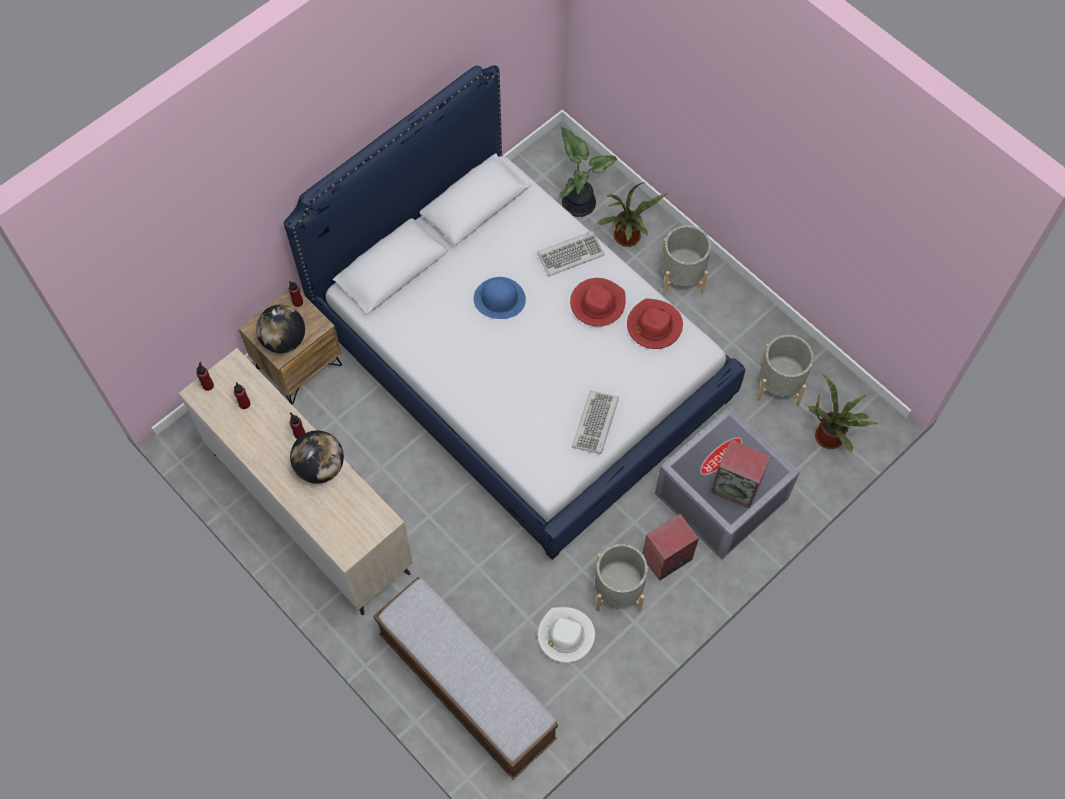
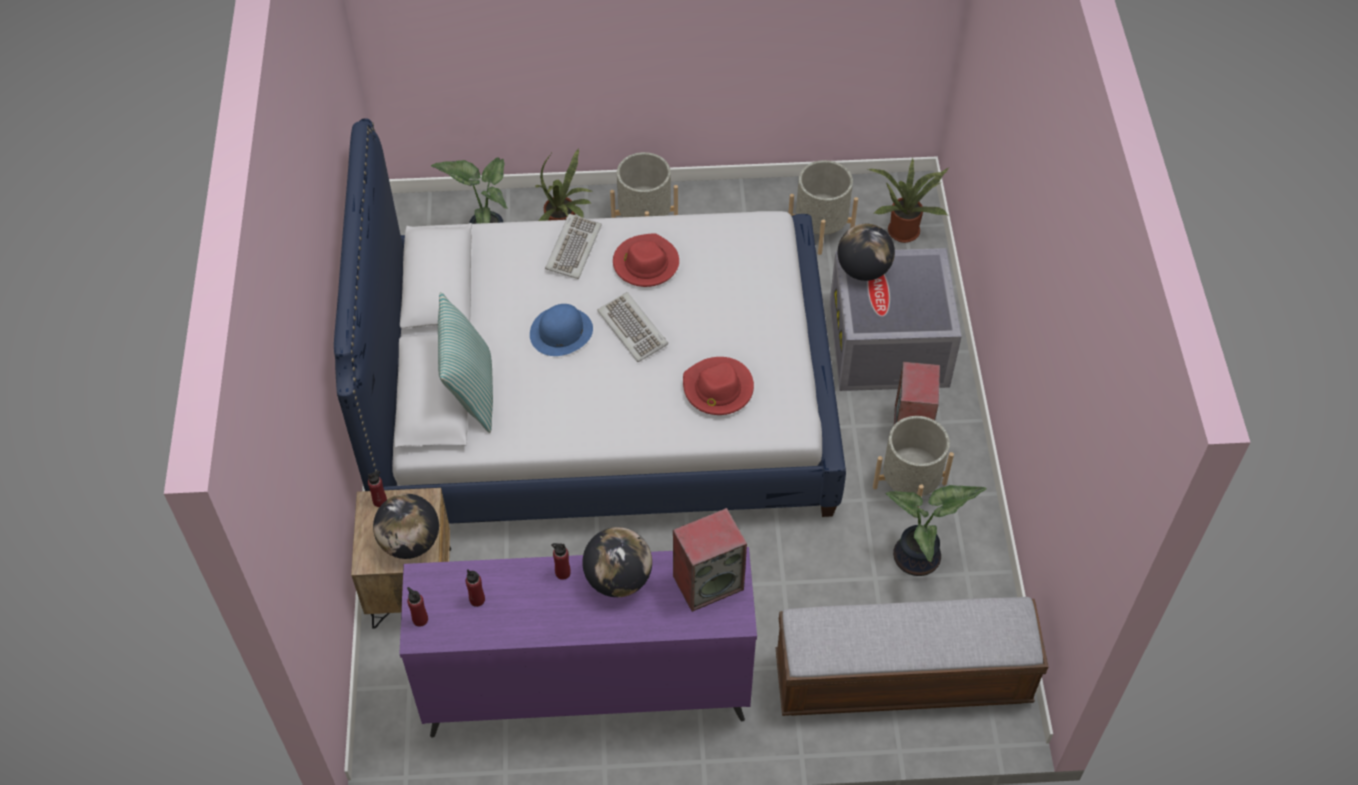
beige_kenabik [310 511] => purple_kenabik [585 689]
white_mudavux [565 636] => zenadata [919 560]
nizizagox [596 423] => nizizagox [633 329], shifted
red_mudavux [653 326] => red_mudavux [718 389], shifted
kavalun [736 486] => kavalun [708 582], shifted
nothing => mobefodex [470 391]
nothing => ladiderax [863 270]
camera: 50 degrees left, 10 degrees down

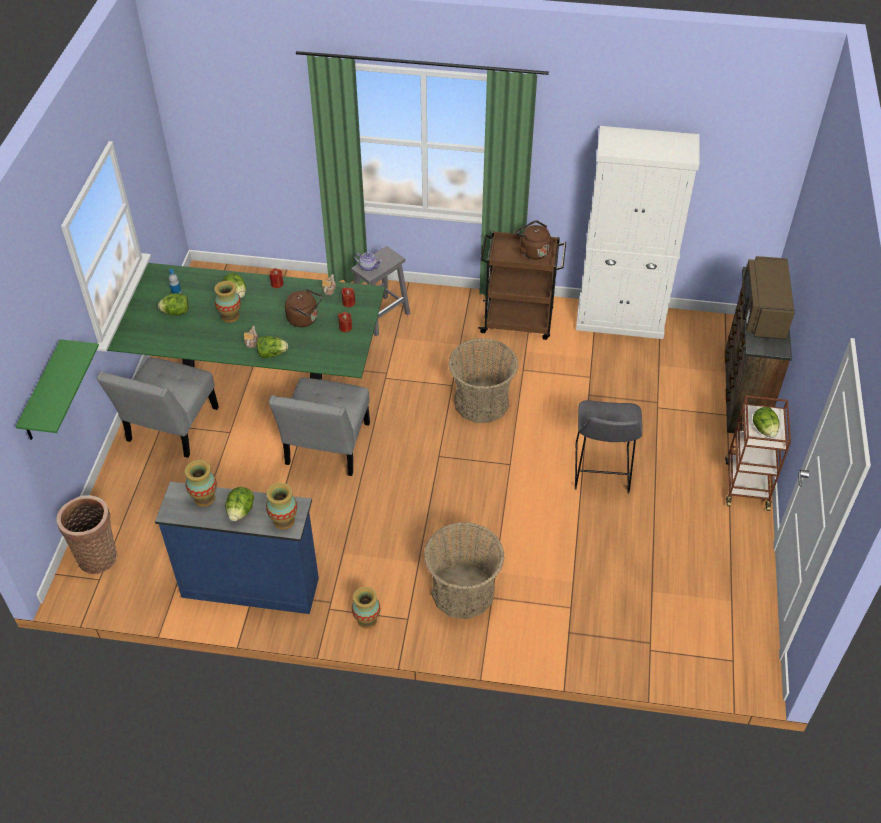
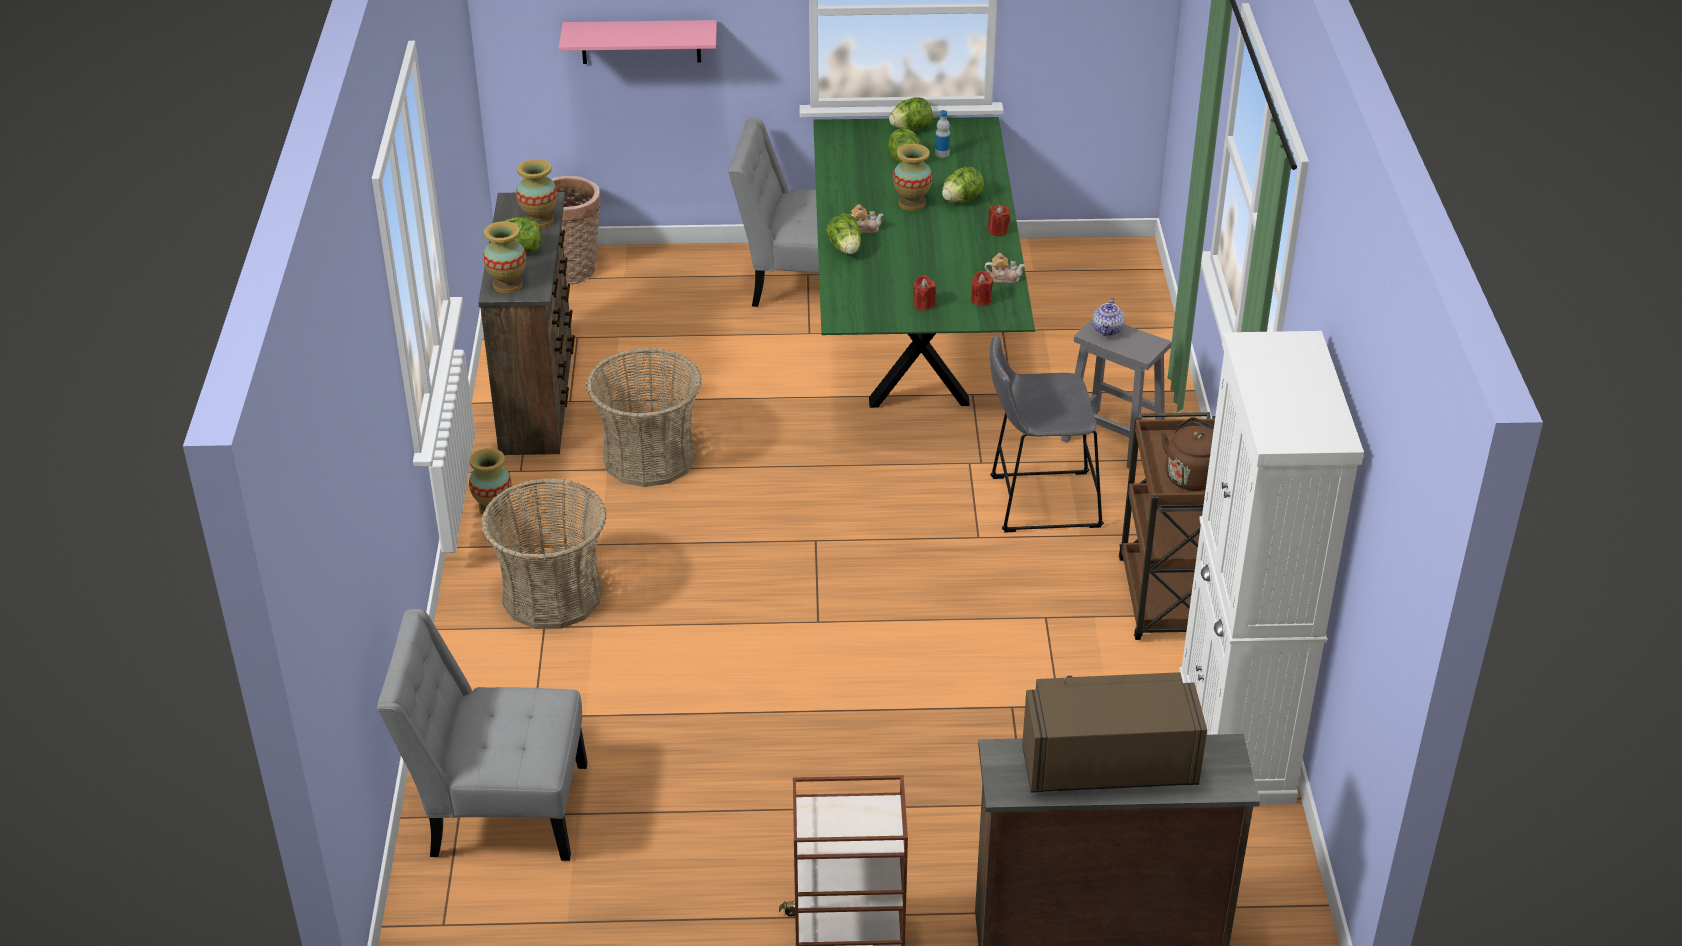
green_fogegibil [43 393] => pink_fogegibil [640 41]
blue_kenabik [250 586] => brown_kenabik [540 397]
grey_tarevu [326 448] => grey_tarevu [498 808], shifted
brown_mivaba [304 319] => nothing
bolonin [481 402] => bolonin [649 458], shifted
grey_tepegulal [601 471] => grey_tepegulal [1038 501], shifted
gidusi [764 429] => gidusi [911 129], shifted
camera: 80 degrees right, 10 degrees down

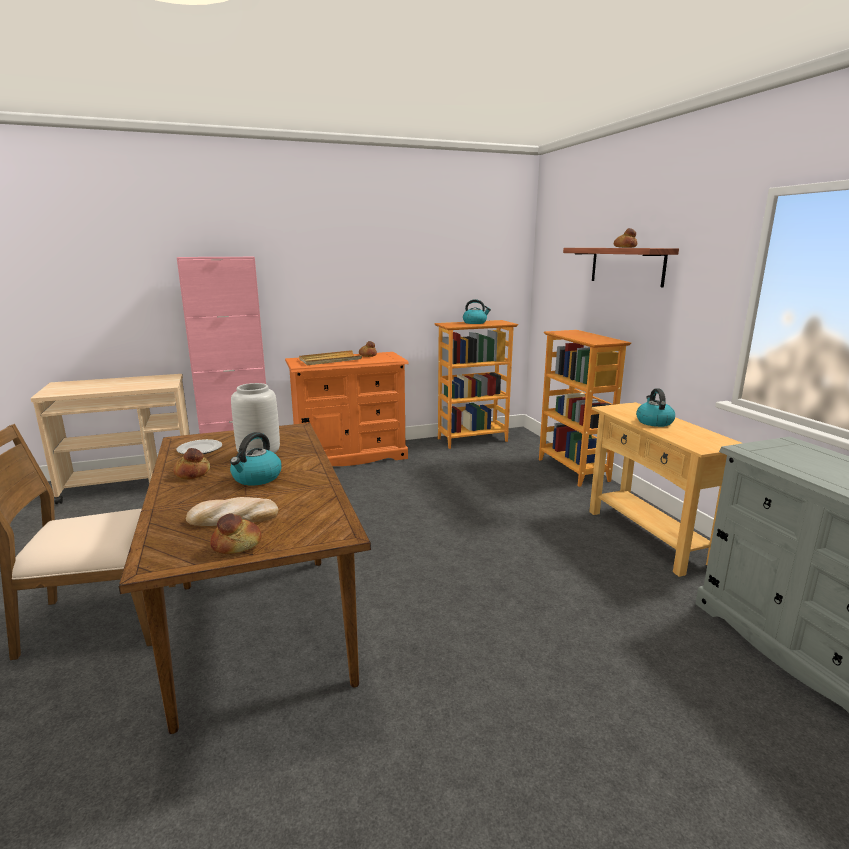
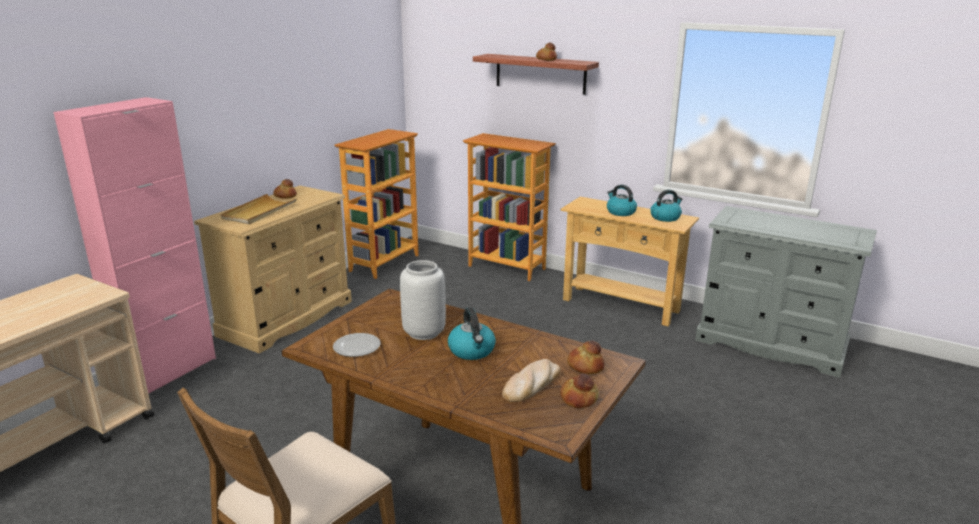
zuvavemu [193 473] => zuvavemu [585 366], shifted
orange_kenabik [350 456] => beige_kenabik [287 318]
mivaba [475 322] => mivaba [665 217], shifted
camera: 40 degrees left, 5 degrees up

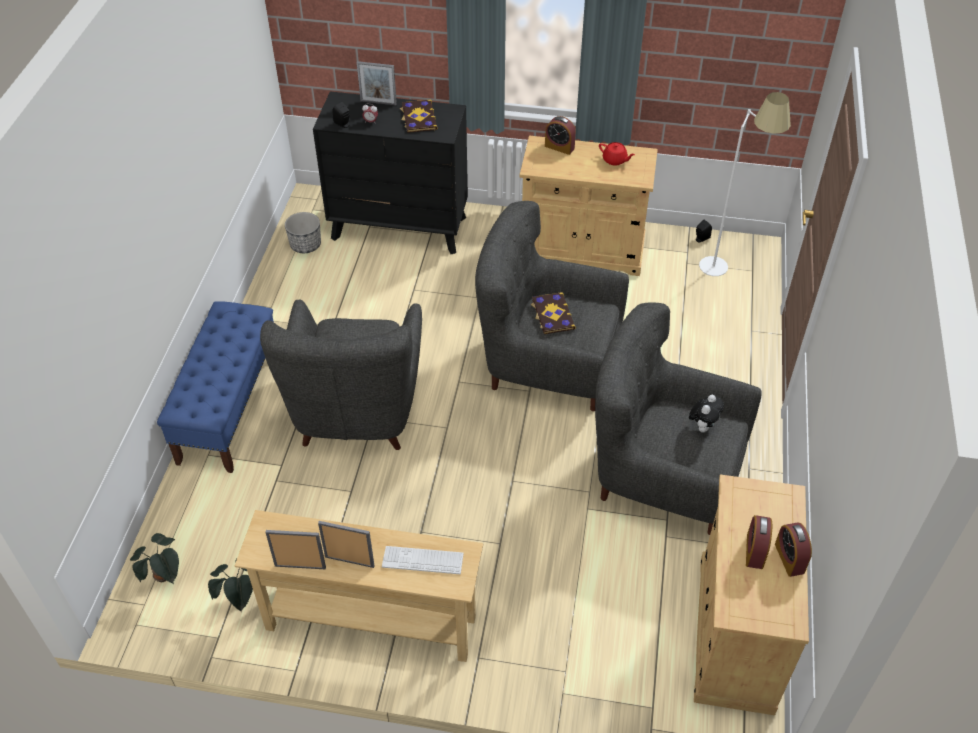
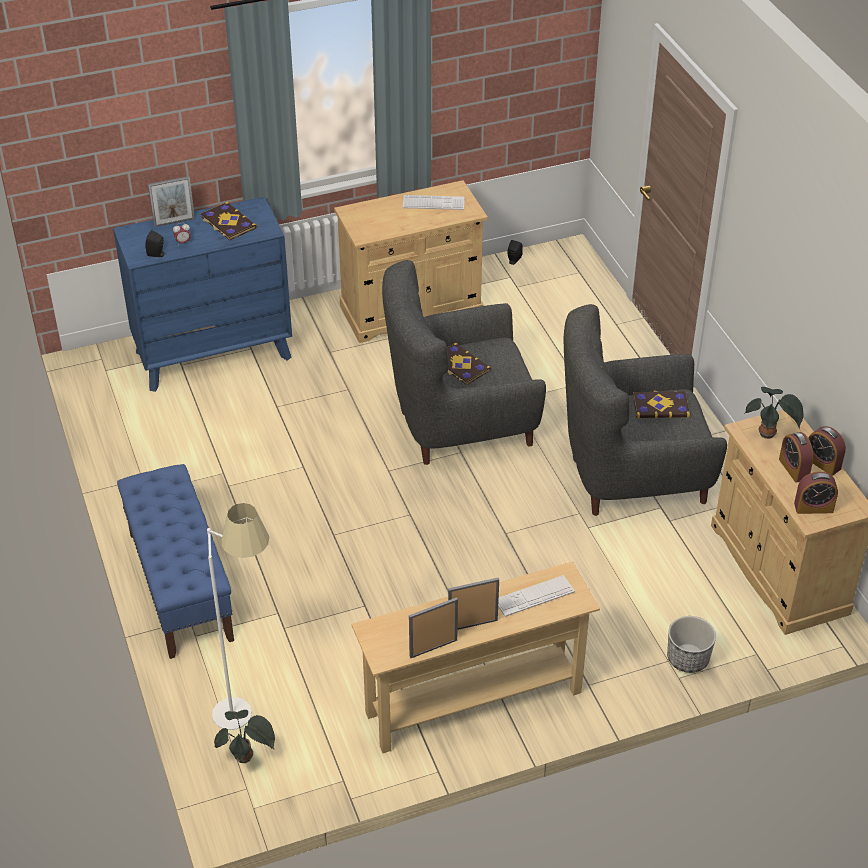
zenadata [240 600] => zenadata [769 435], shifted
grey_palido [357 410] => nothing
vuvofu [305 245] => vuvofu [687 659], shifted
black_kenabik [399 227] => blue_kenabik [213 354]
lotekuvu [559 147] => lotekuvu [813 507], shifted
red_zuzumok [615 160] => nizizagox [433 203]
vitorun [703 426] => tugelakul [660 406]
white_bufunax [727 267] => white_bufunax [249 707], shifted
camera: 30 degrees left, 5 degrees down

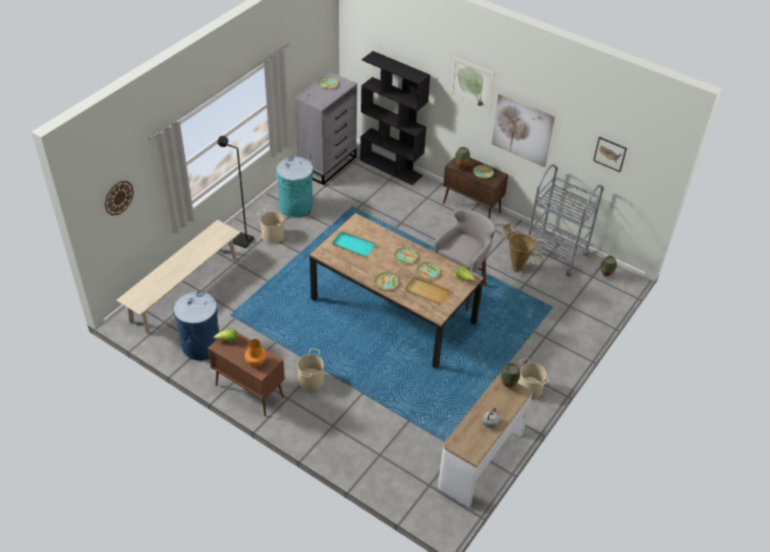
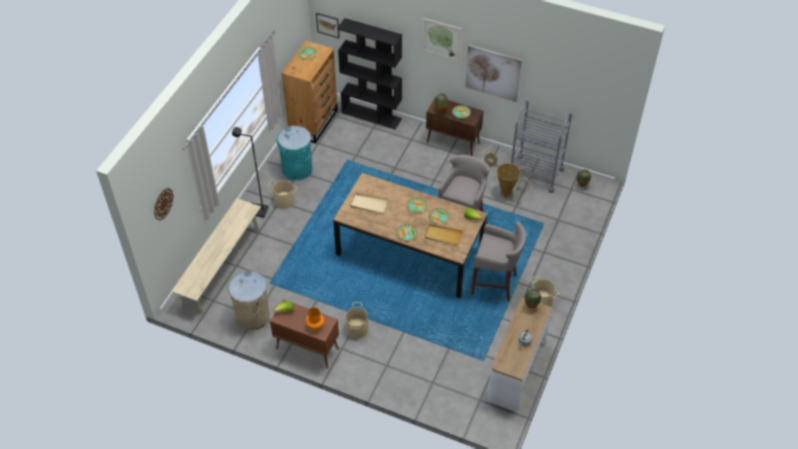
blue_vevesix [201 346] => beige_vevesix [252 316]
grey_kenabik [328 164] => brown_kenabik [314 122]
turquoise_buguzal [353 245] => beige_buguzal [368 204]
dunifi [610 154] => dunifi [328 25], shifted
nothing => grey_tepegulal [495 284]
camera: 10 degrees left, 5 degrees up

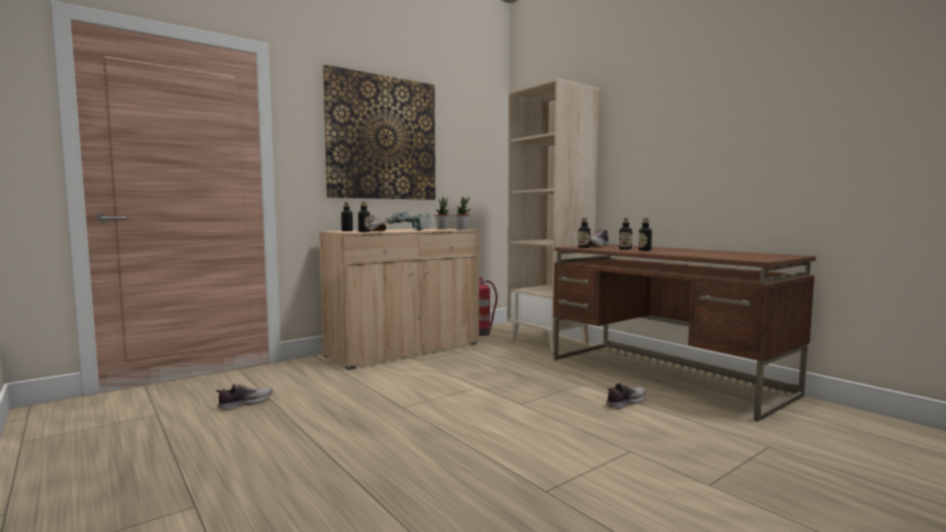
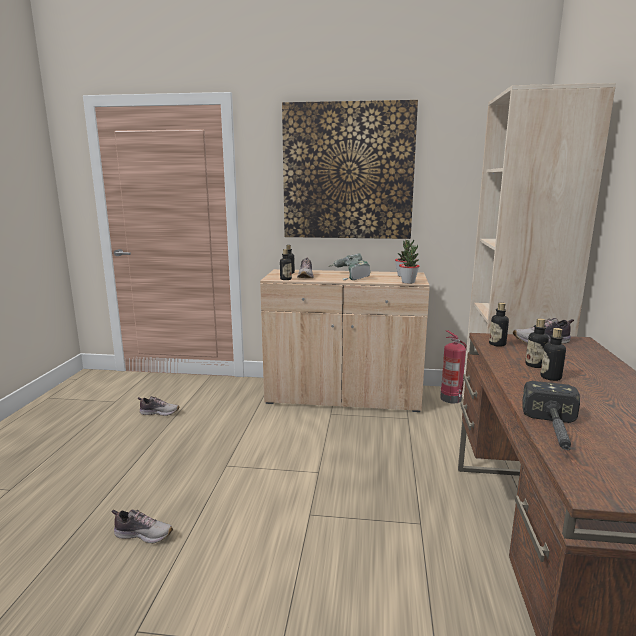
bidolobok [625 403] => bidolobok [143 534], shifted
nothing => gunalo [554 433]
camera: 45 degrees right, 10 degrees up

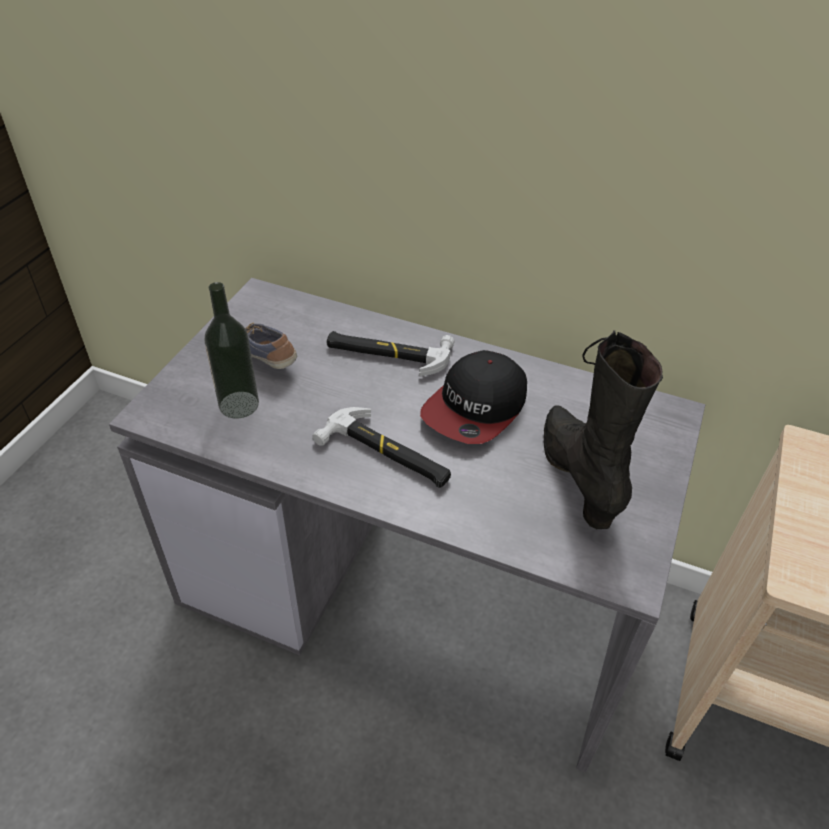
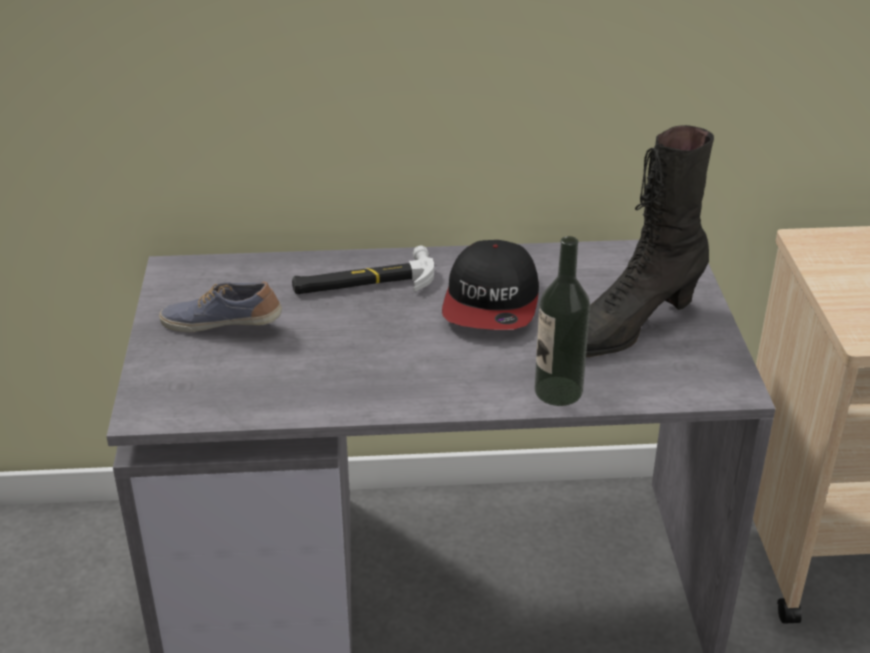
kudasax [239 404] => kudasax [558 391], shifted
gunalo [386 454] => nothing
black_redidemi [578 476] => black_redidemi [629 327], 90 degrees counterclockwise
camera: 25 degrees left, 10 degrees down

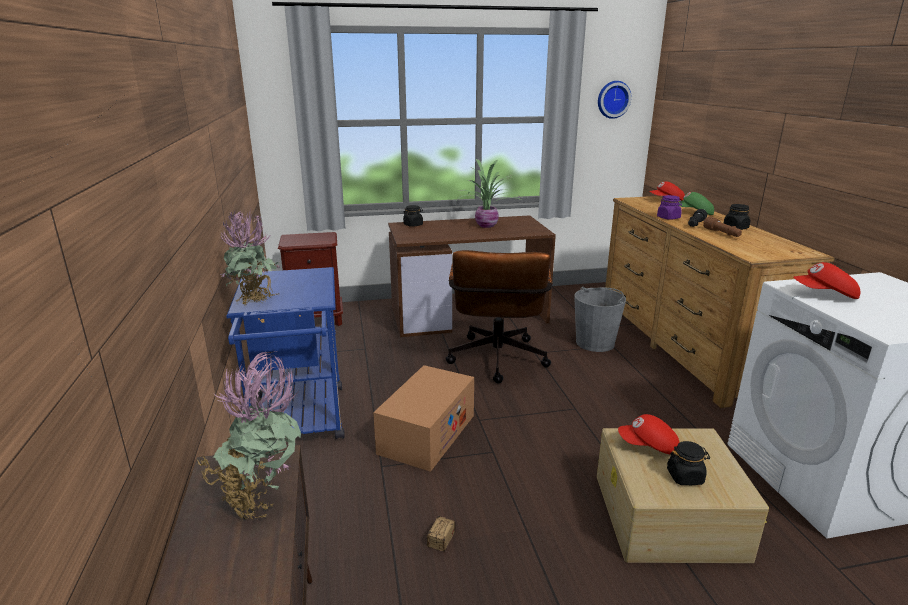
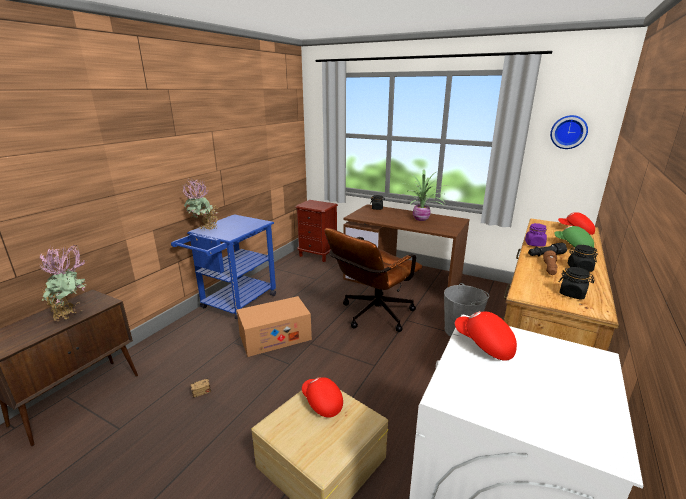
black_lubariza [685 477] => black_lubariza [572 294], shifted
camera: 40 degrees right, 0 degrees up

